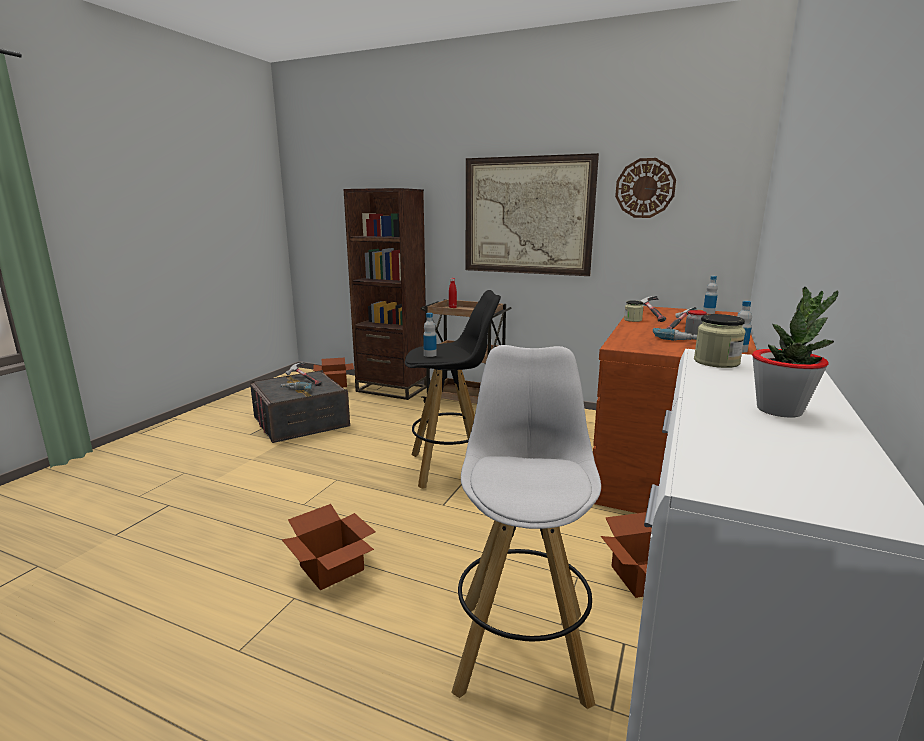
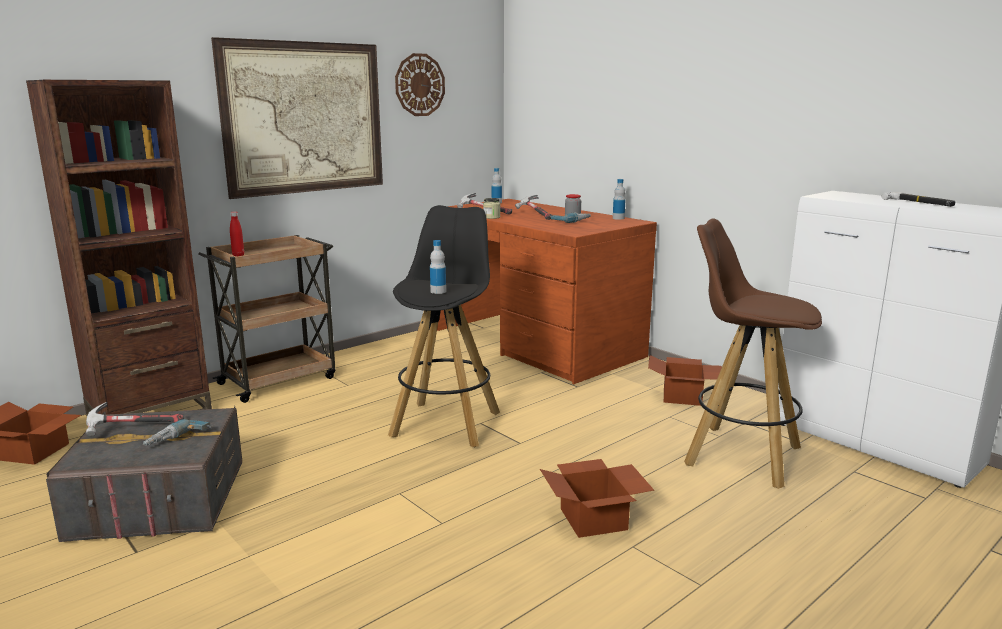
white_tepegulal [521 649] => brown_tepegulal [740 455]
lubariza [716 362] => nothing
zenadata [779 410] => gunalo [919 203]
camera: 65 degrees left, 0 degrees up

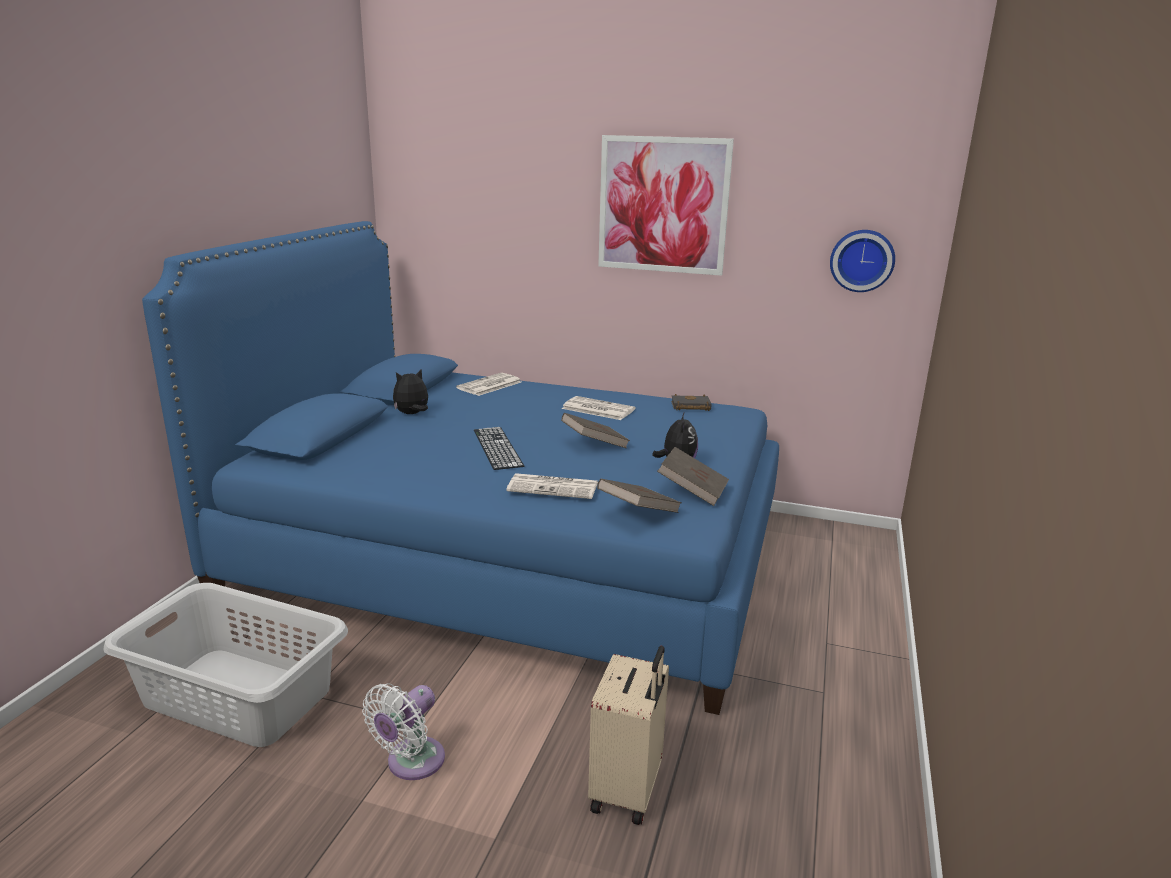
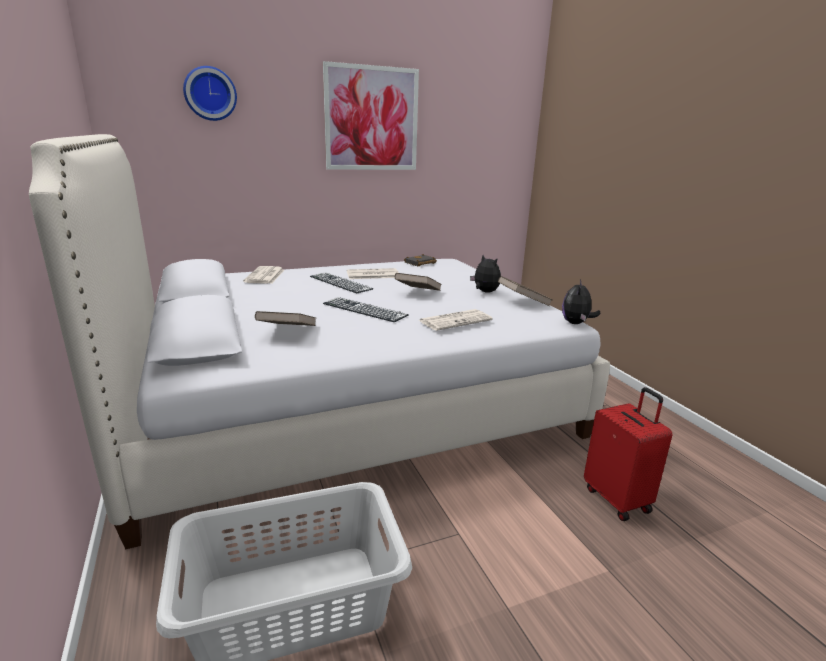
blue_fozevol [511 557] => white_fozevol [349 403]
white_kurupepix [411 763] => nothing
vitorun [412 414] => vitorun [576 323], shifted
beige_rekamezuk [628 791] => red_rekamezuk [618 499]
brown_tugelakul [638 512] => brown_tugelakul [287 333], shifted
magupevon [862 260] => magupevon [210 94], shifted
nothing => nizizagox [340 283]
camera: 40 degrees left, 0 degrees up

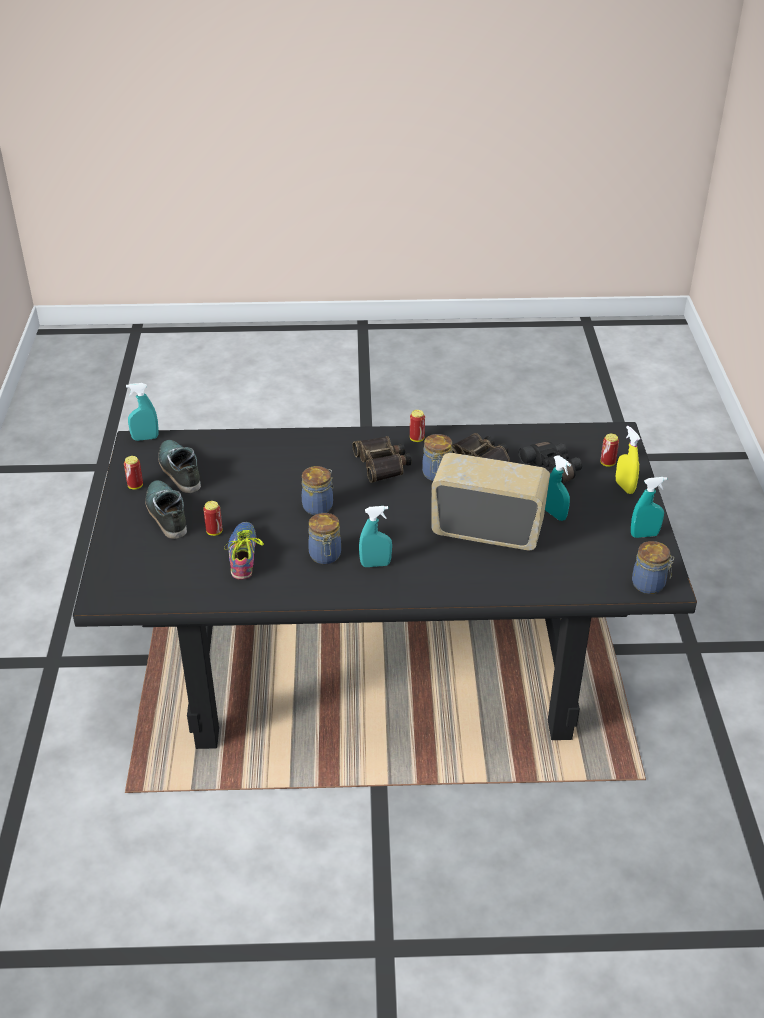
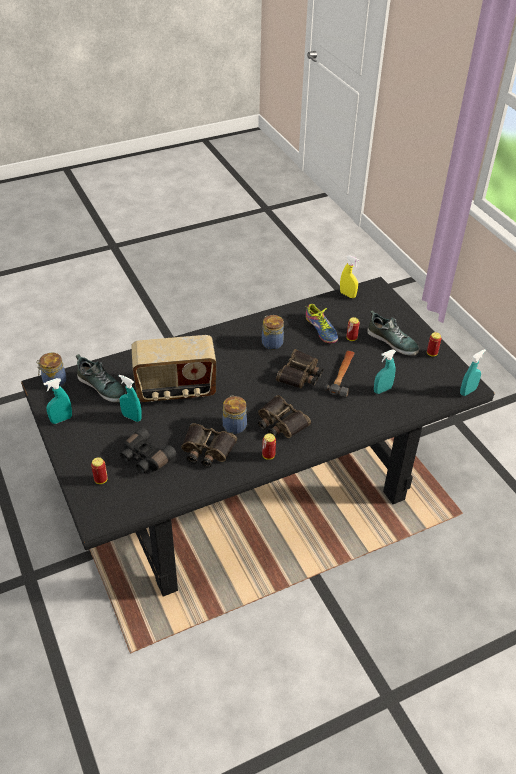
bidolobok [179 470] => bidolobok [102 386], shifted
lubariza [319 506] => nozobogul [300 374]
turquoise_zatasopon [375 564] => turquoise_zatasopon [382 390], shifted
yellow_zatasopon [624 487] => yellow_zatasopon [347 295], shifted
nothing => gunalo [343 375]
camera: 155 degrees right, 5 degrees up

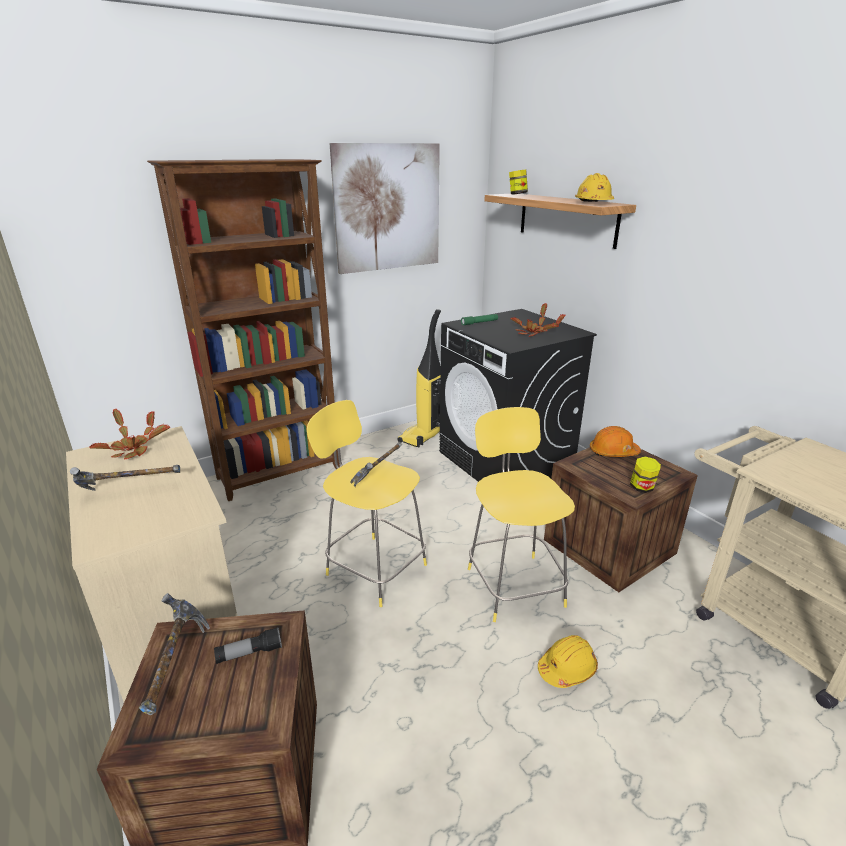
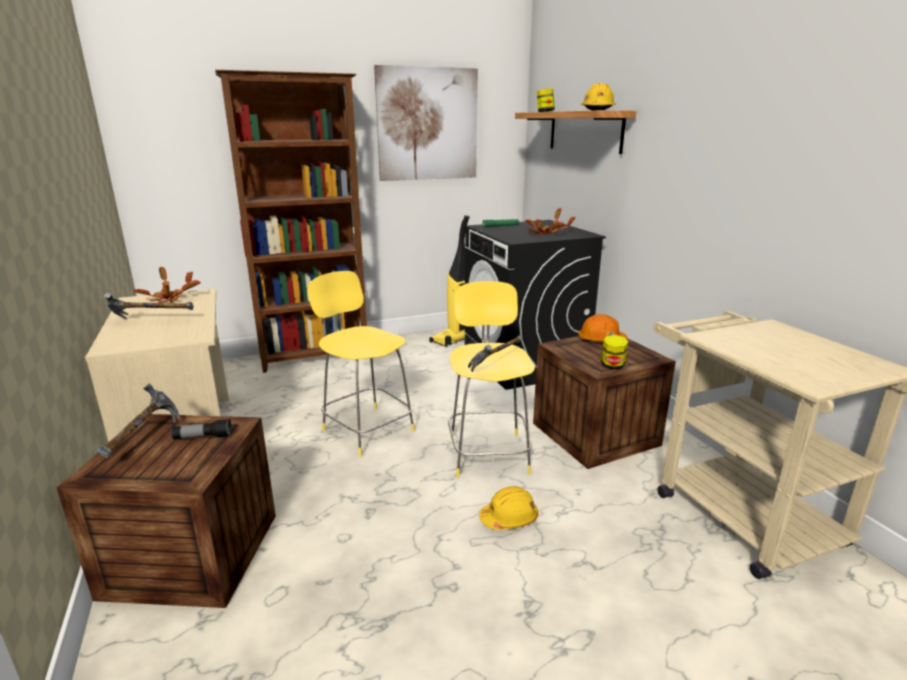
gunalo [379 475] => gunalo [497 365], shifted
camera: 10 degrees right, 5 degrees down

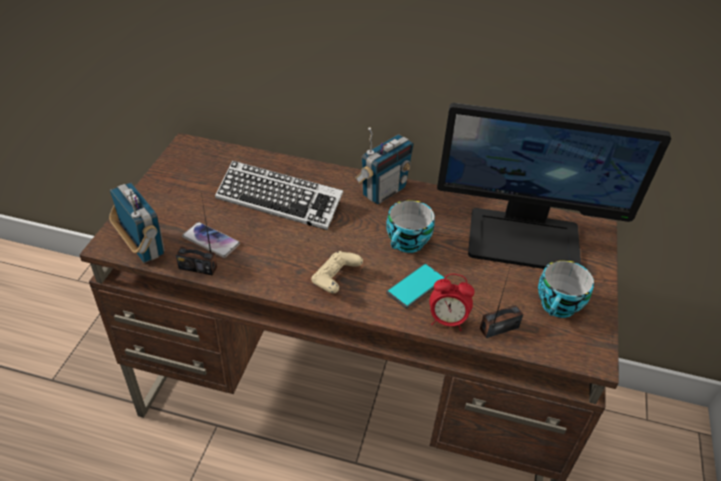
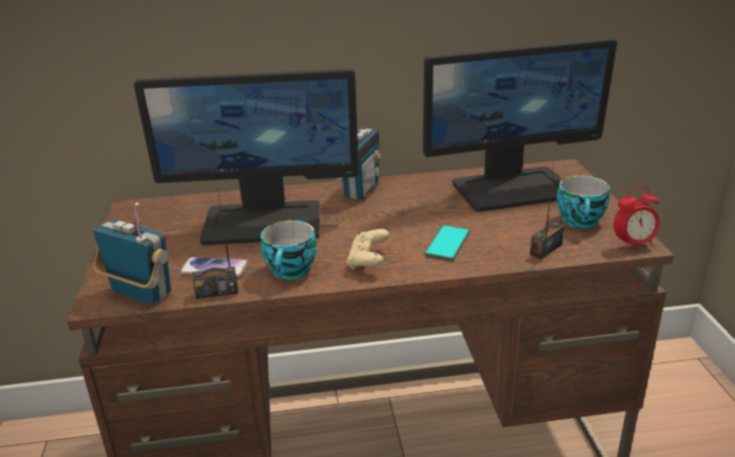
nizizagox [279 201] => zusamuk [263 222]
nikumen [407 243] => nikumen [292 271], shifted
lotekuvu [447 321] => lotekuvu [633 244], shifted
camera: 20 degrees left, 15 degrees down

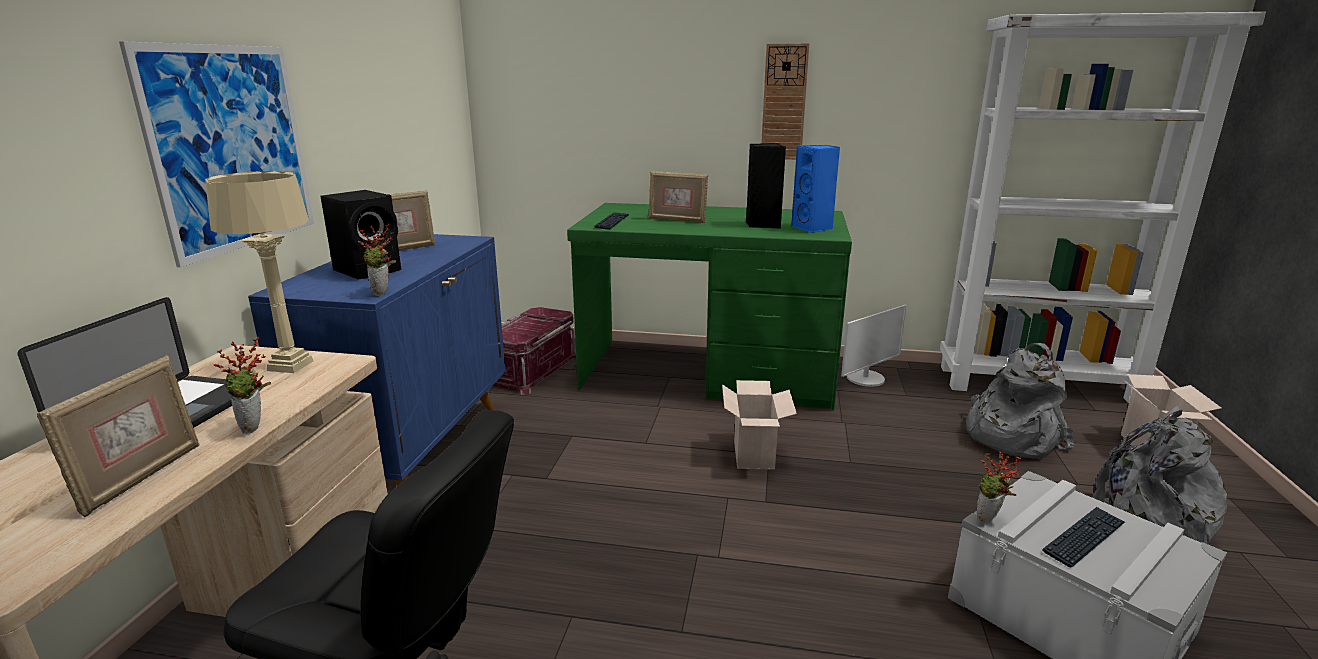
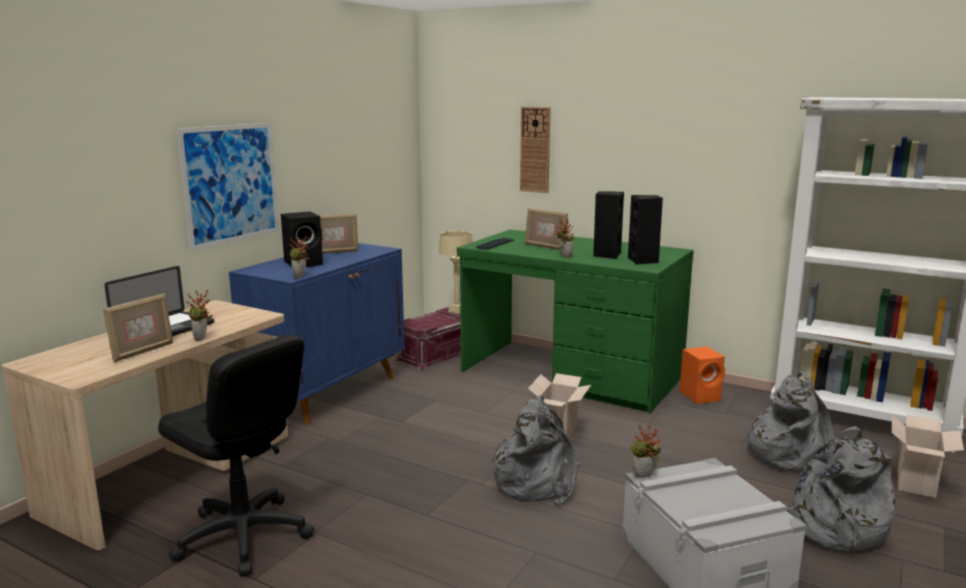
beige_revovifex [290 365] => beige_revovifex [456 311], shifted
magupevon [784 102] => magupevon [535 150], shifted
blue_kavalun [813 228] => black_kavalun [643 261]
zusamuk [866 378] => orange_kavalun [701 396]
nizizagox [1084 538] => nothing
nothing => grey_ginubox [537 481]
nothing => zenadata [563 256]
camera: 20 degrees right, 5 degrees down

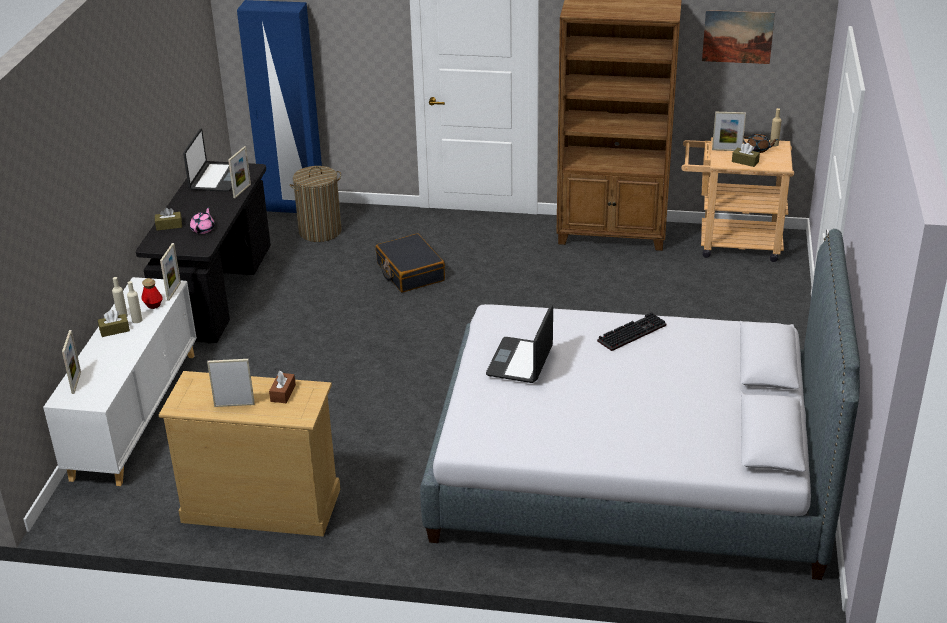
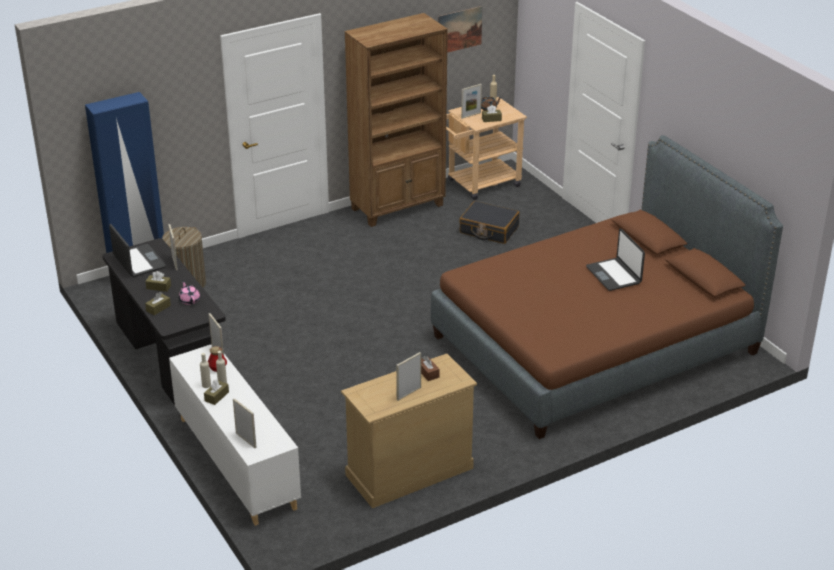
black_rekamezuk [410 272] => black_rekamezuk [489 230], shifted
grey_fozevol [631 470] => brown_fozevol [595 344]
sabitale [520 361] => sabitale [614 275], shifted
nizizagox [631 332] => nothing
nothing => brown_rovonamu [158 287]
camera: 40 degrees left, 0 degrees up

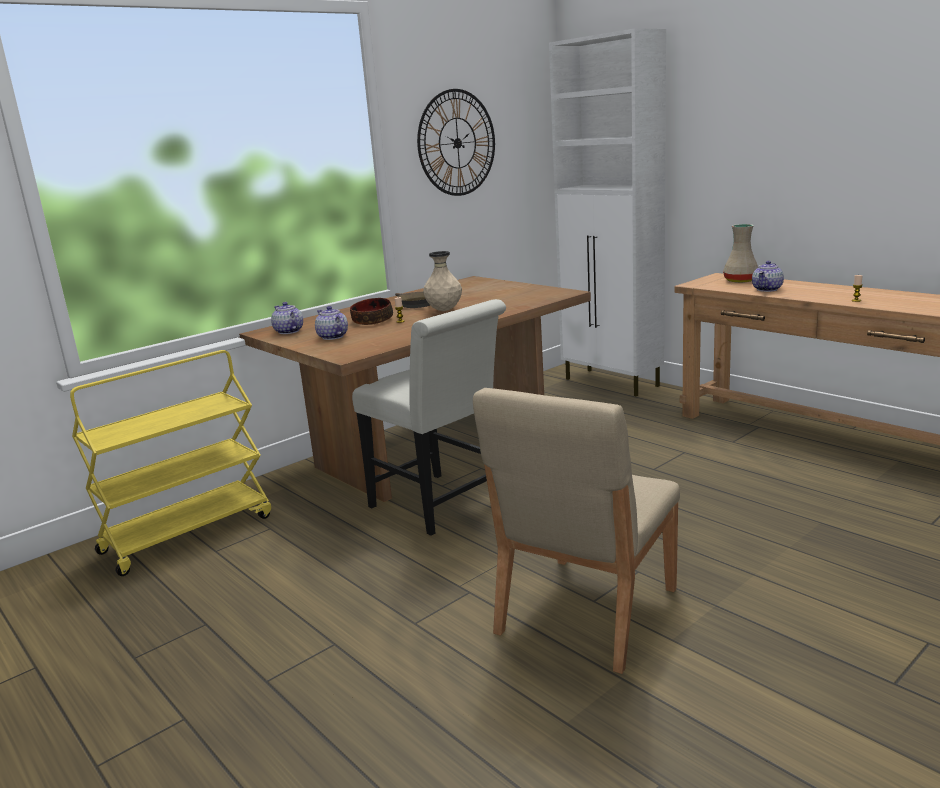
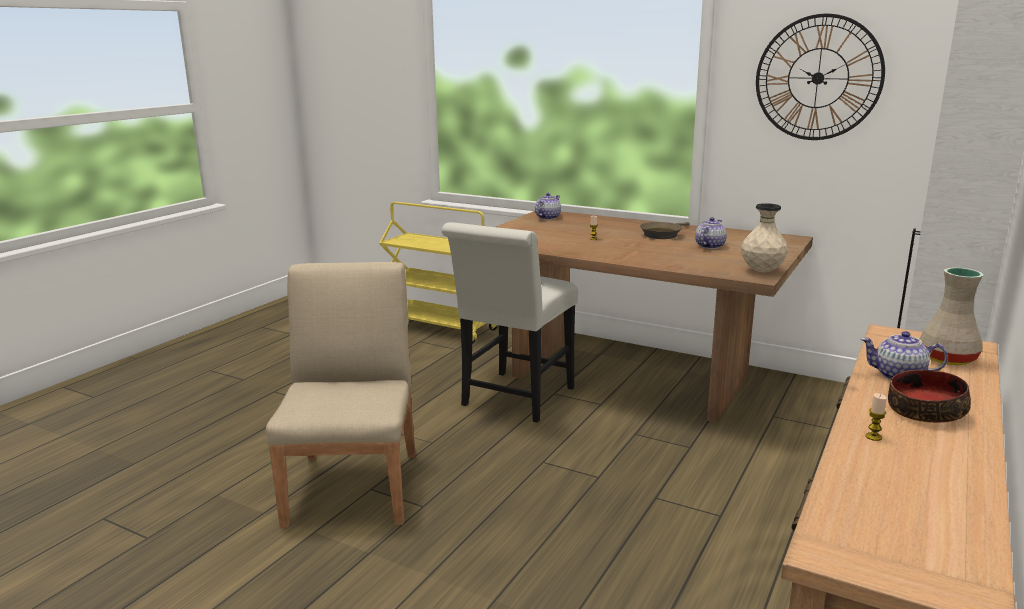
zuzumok [332 337] => zuzumok [709 246], shifted
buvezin [372 321] => buvezin [924 411], shifted
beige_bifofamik [444 310] => beige_bifofamik [762 271], shifted
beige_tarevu [585 611] => beige_tarevu [354 486], 75 degrees clockwise
camera: 70 degrees right, 0 degrees up

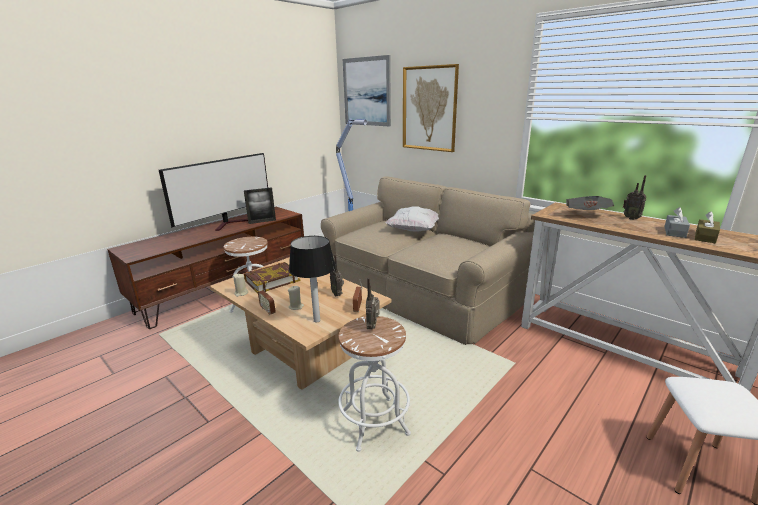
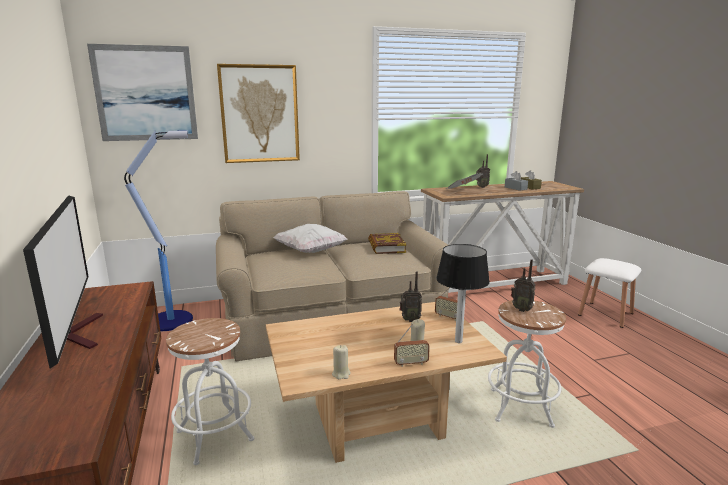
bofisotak [262 221] => nothing
tugelakul [272 280] => tugelakul [386 247], shifted
camera: 60 degrees left, 5 degrees down

